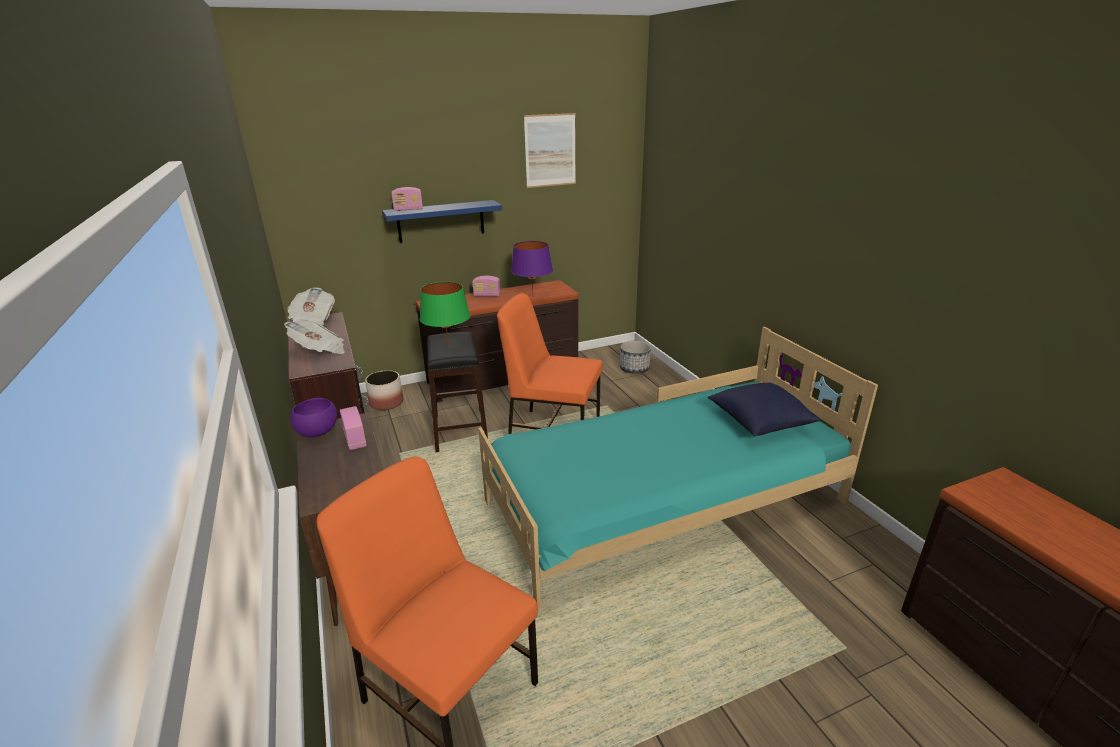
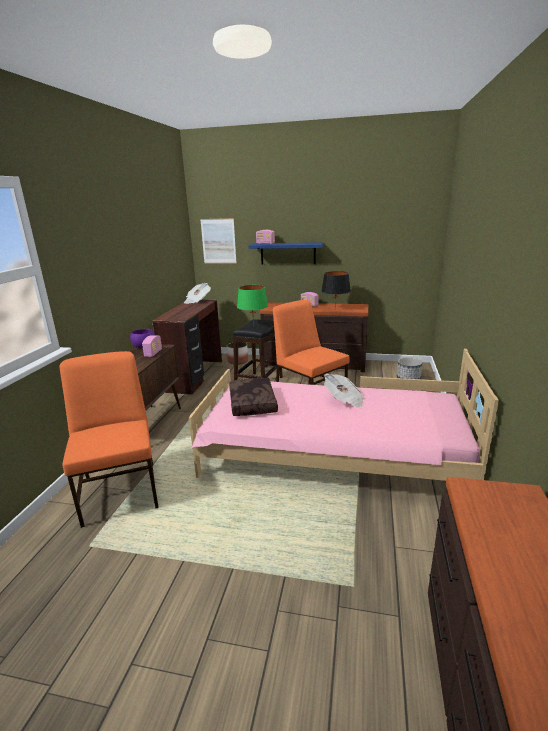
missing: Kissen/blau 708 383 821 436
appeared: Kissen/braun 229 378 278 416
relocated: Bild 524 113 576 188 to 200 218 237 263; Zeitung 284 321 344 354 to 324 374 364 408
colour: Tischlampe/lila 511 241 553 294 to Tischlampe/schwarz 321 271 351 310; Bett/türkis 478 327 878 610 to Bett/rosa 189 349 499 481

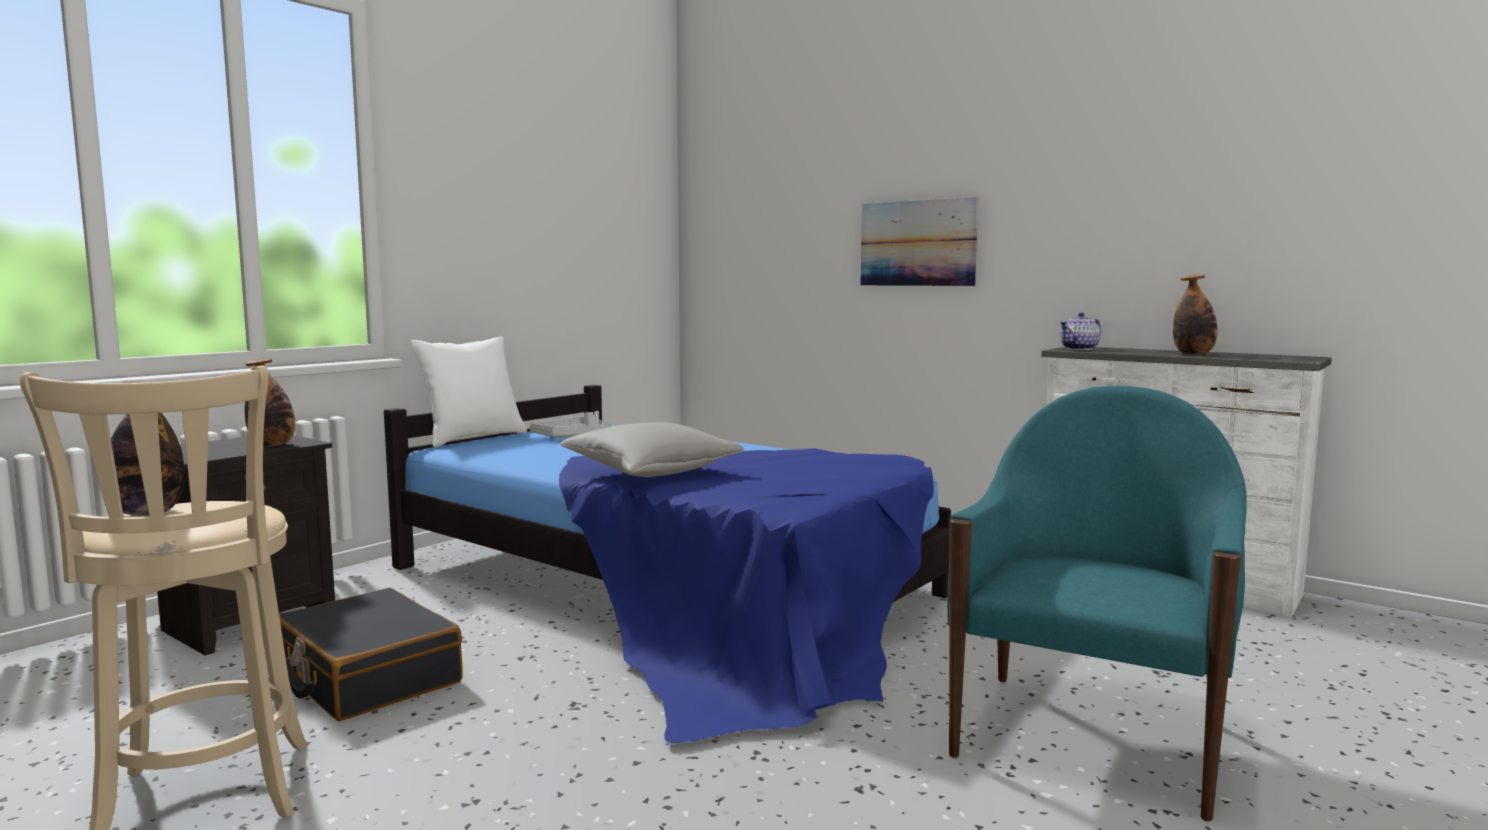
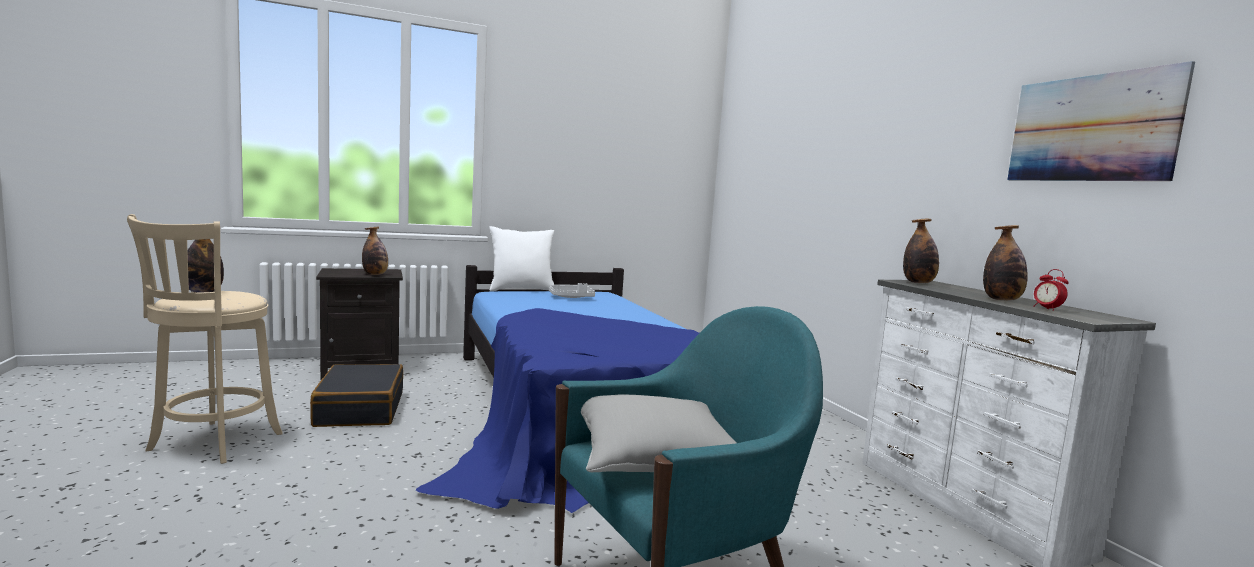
appeared: Wecker 1033 269 1069 311
relocated: Bild 861 197 978 286 to 1007 61 1195 181; Kissen/grau 559 422 744 477 to 581 394 737 472
exchanged: Teekanne 1060 312 1101 350 to Flasche 903 219 939 283

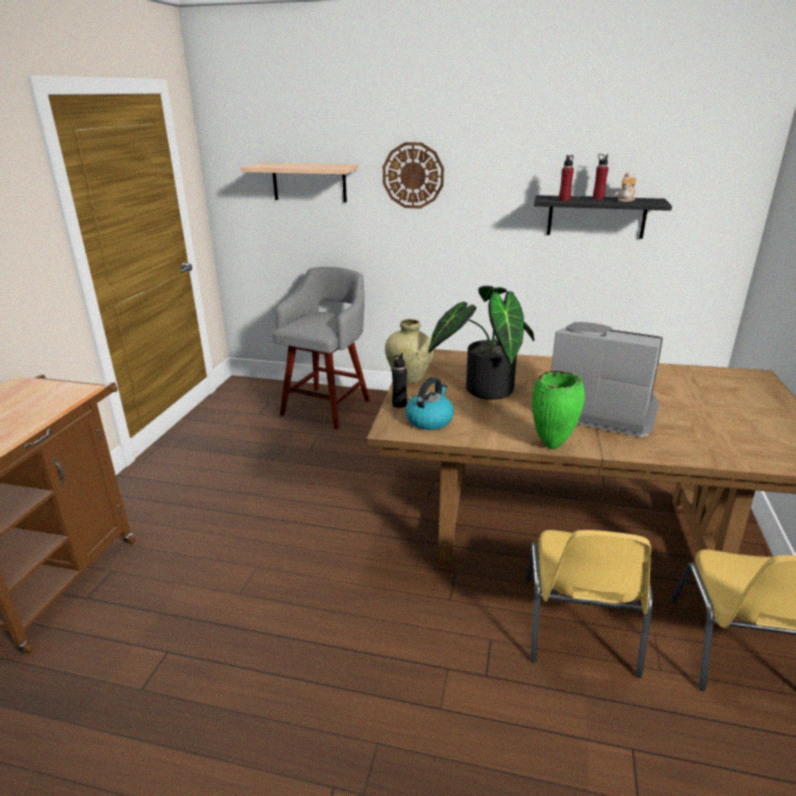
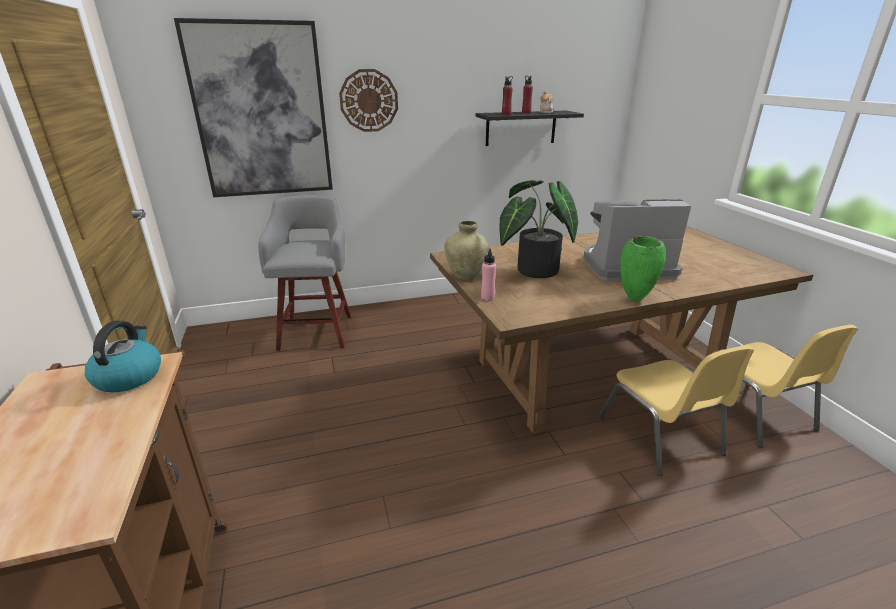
relocated: Wasserkessel 405 377 454 430 to 85 321 161 392
exchanged: Wandregal 241 163 358 202 to Bild 174 18 333 197
colour: Flasche/schwarz 392 353 407 408 to Flasche/rosa 481 249 496 301

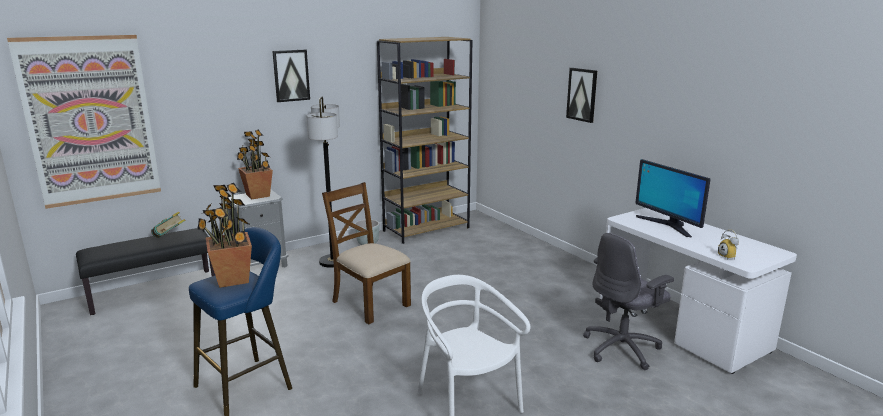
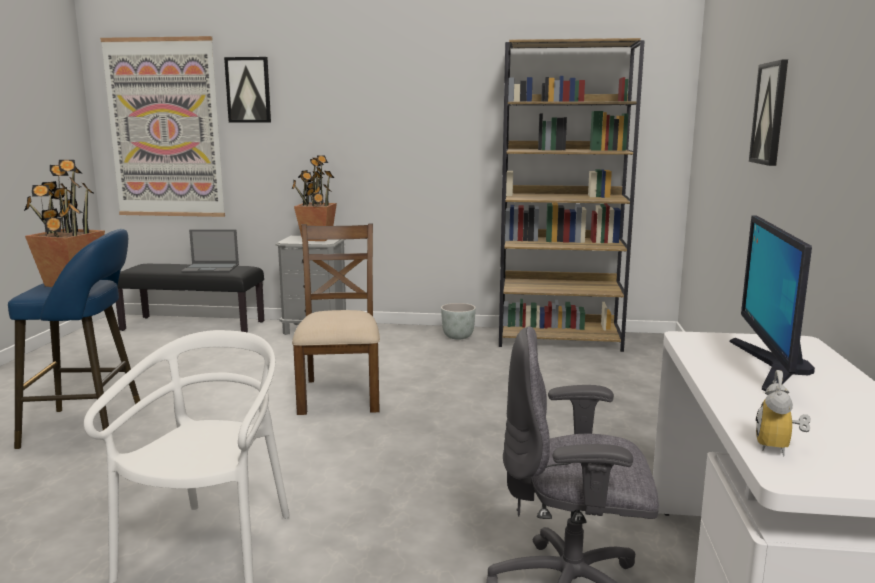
missing: Stehlampe 306 96 340 268
relocated: Bild 272 50 310 102 to 224 57 271 123
exchanged: Buch 151 211 185 238 to Laptop 181 229 239 272

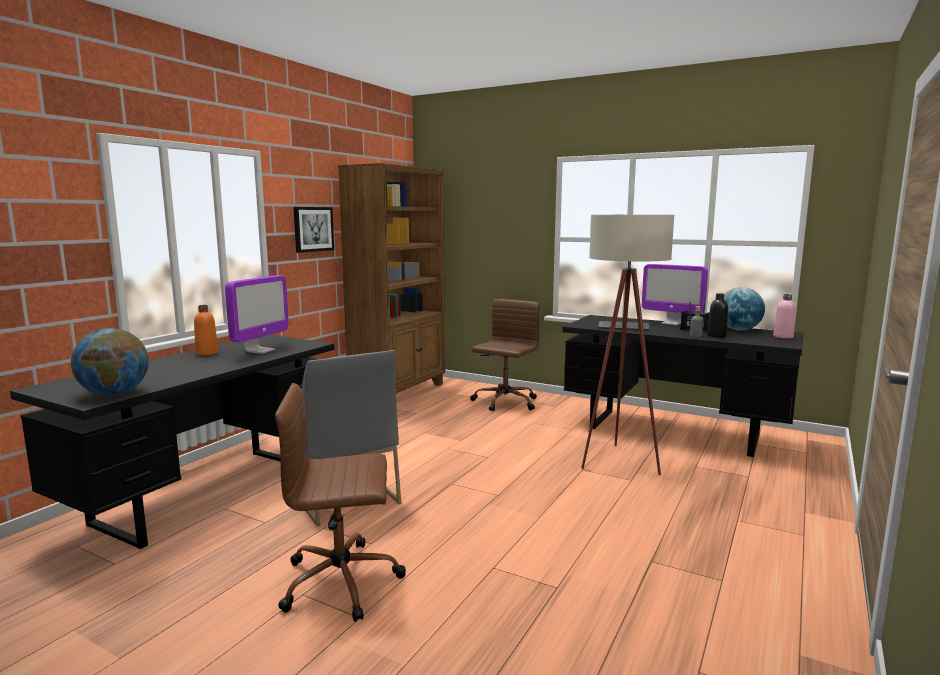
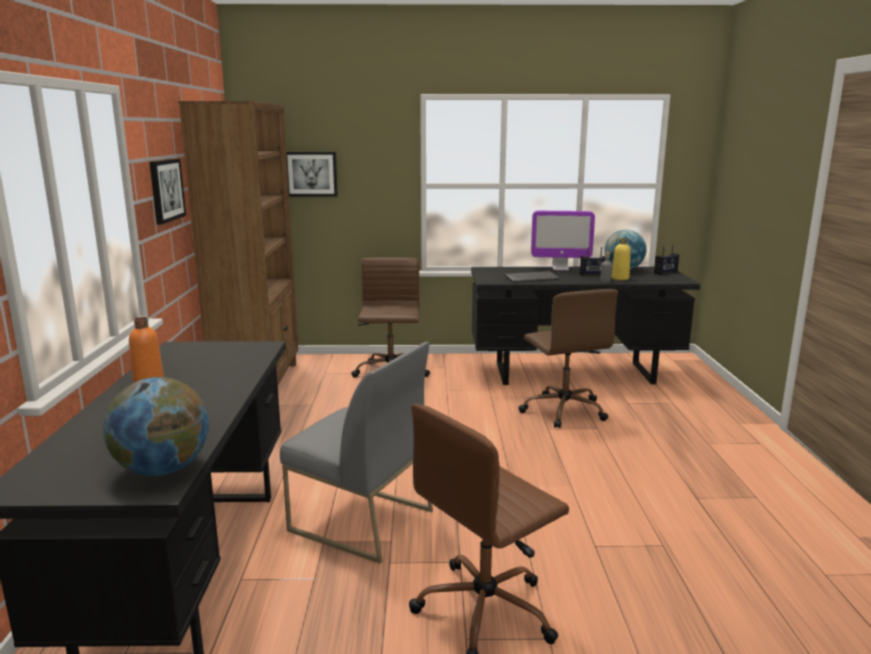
missing: Monitor 225 275 289 354
appeared: Bild 286 152 338 197
exchanged: Stehlampe/beige 581 215 674 475 to Bürostuhl/braun 518 289 618 428; Flasche/rosa 773 294 796 339 to Radio 654 245 679 275
colour: Flasche/schwarz 707 293 728 338 to Flasche/gelb 612 238 631 280

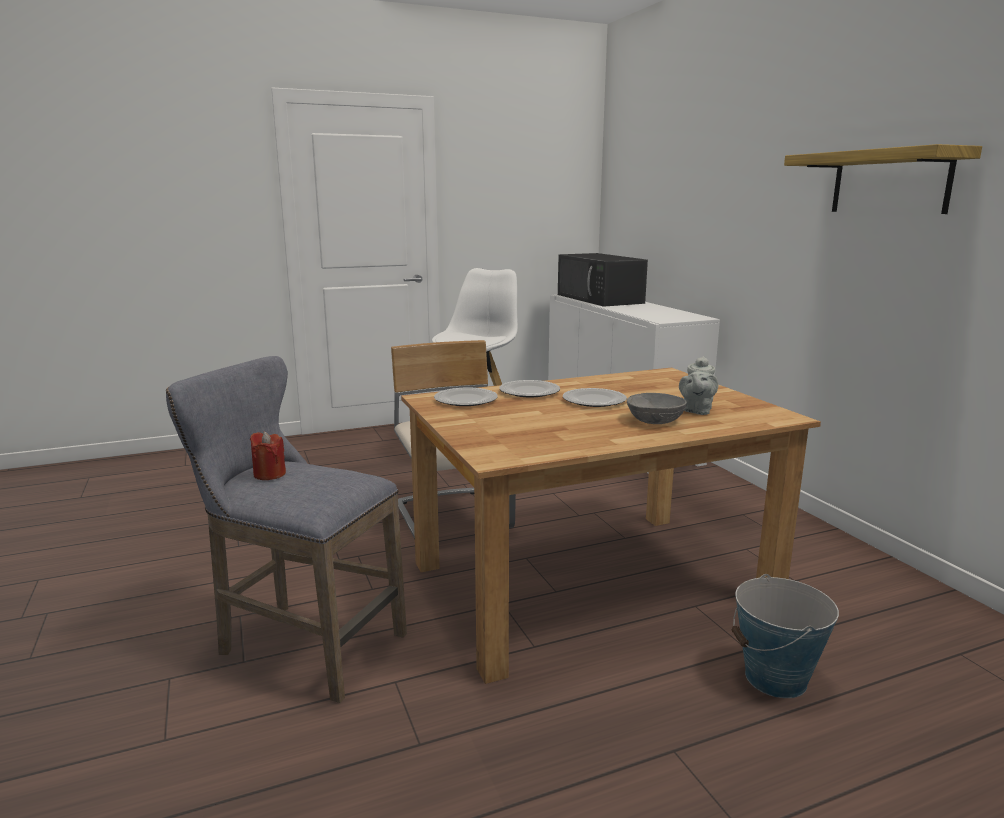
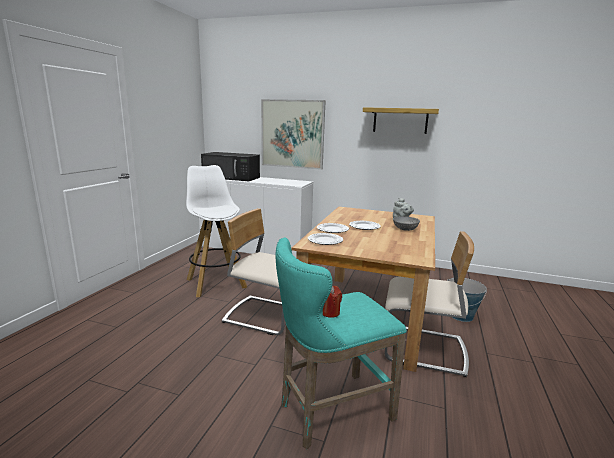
appeared: Bild 261 99 326 170; Stuhl/beige 385 231 474 377
colour: Hocker/grau 166 356 407 703 to Hocker/türkis 276 238 407 449

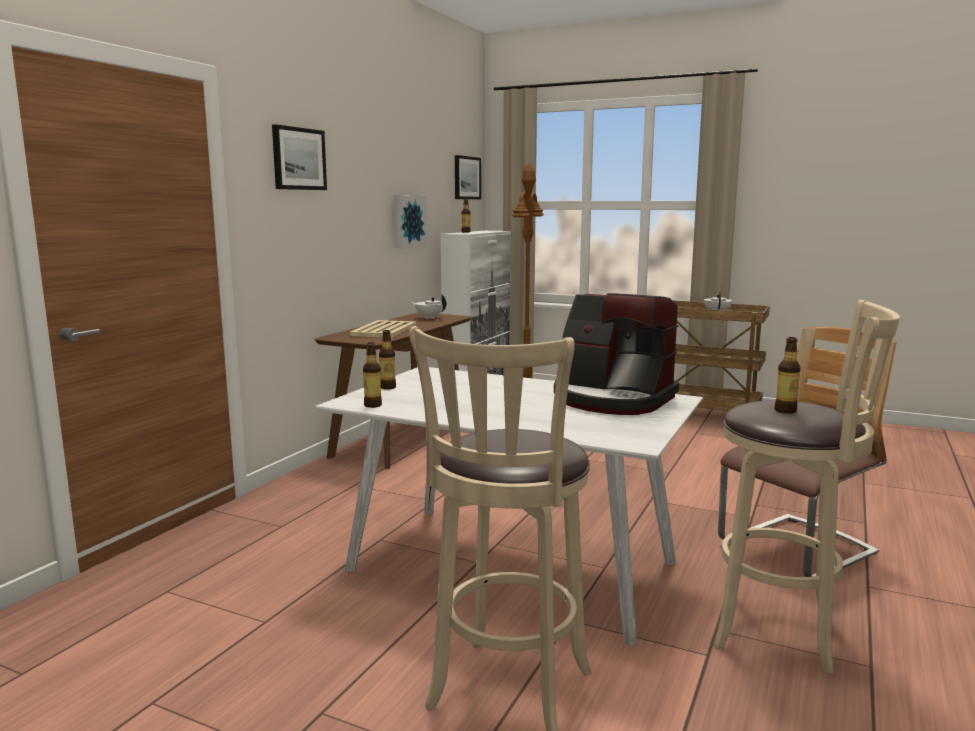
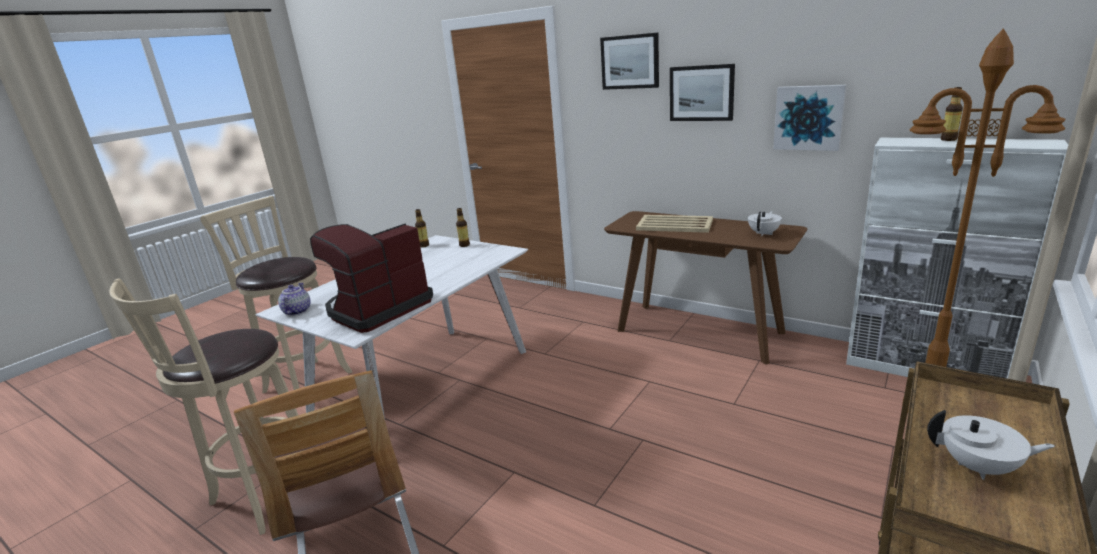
missing: Flasche 775 337 801 414
appeared: Teekanne 278 283 311 316
relocated: Bild 455 155 481 199 to 670 64 735 121

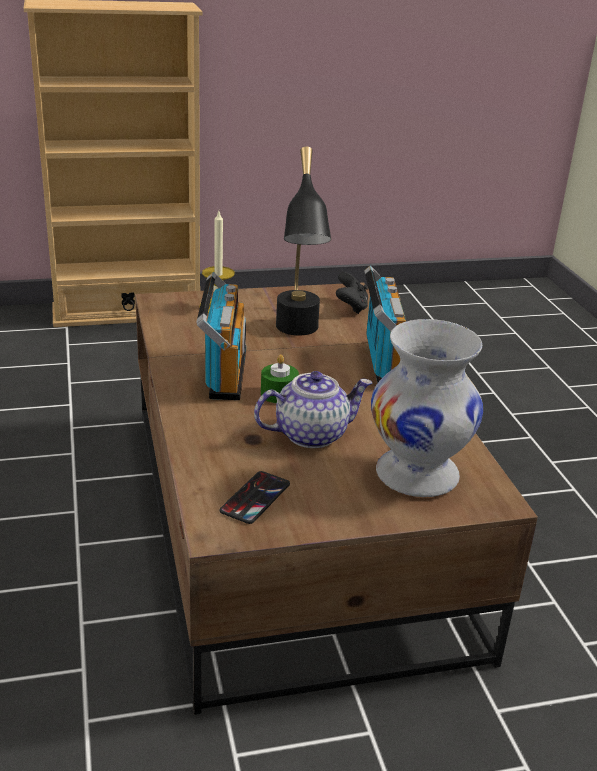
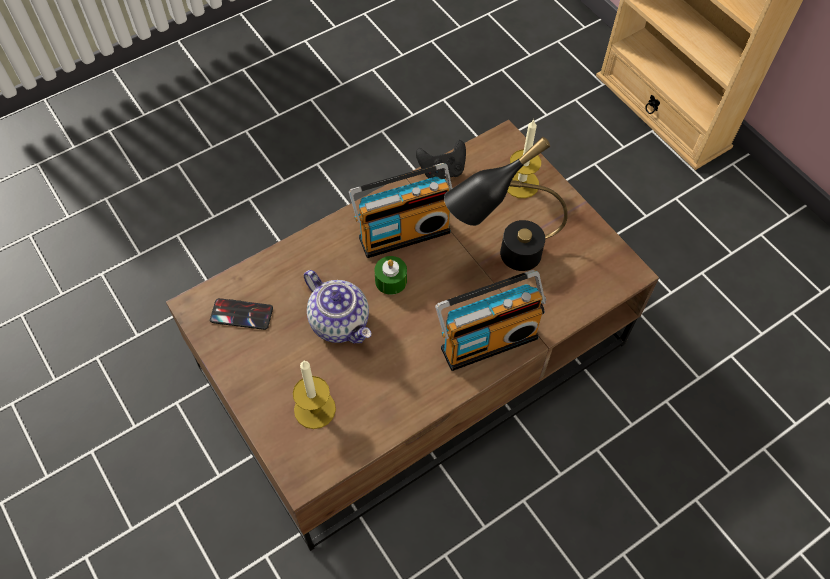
relocated: Gamepad/schwarz 336 272 368 314 to 416 140 466 179
exchanged: Vase/weiß 371 319 483 497 to Kerze 293 361 336 429

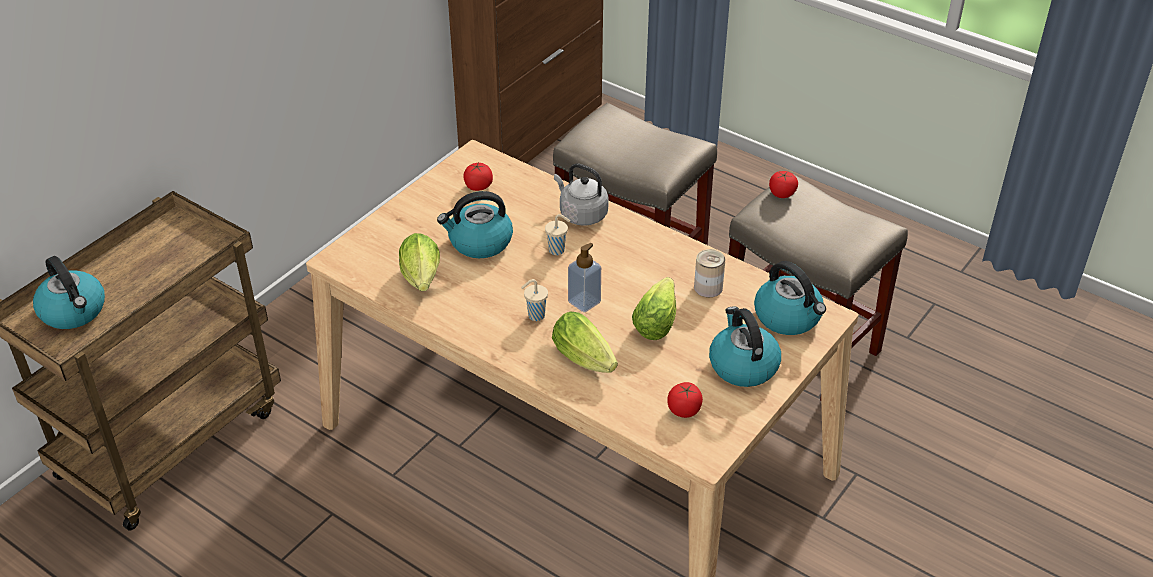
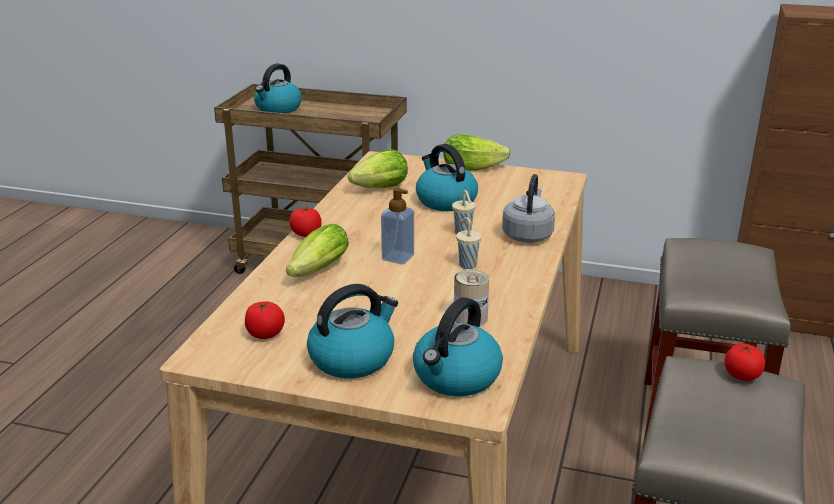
relocated: Tomate 463 163 493 191 to 289 207 322 237; Salatkopf 632 277 676 340 to 444 134 510 171; Tasse/beige 521 279 548 321 to 456 217 482 269

